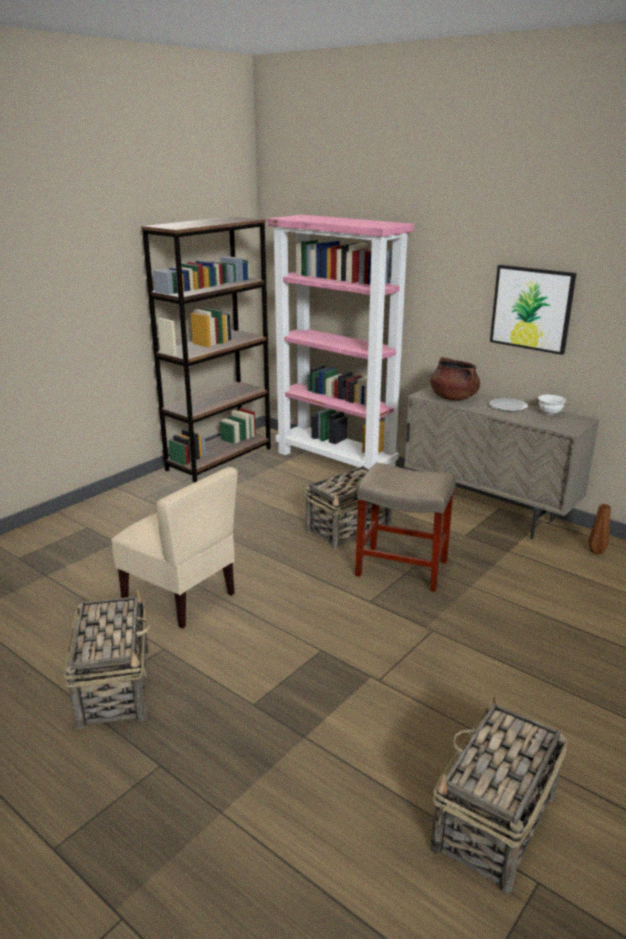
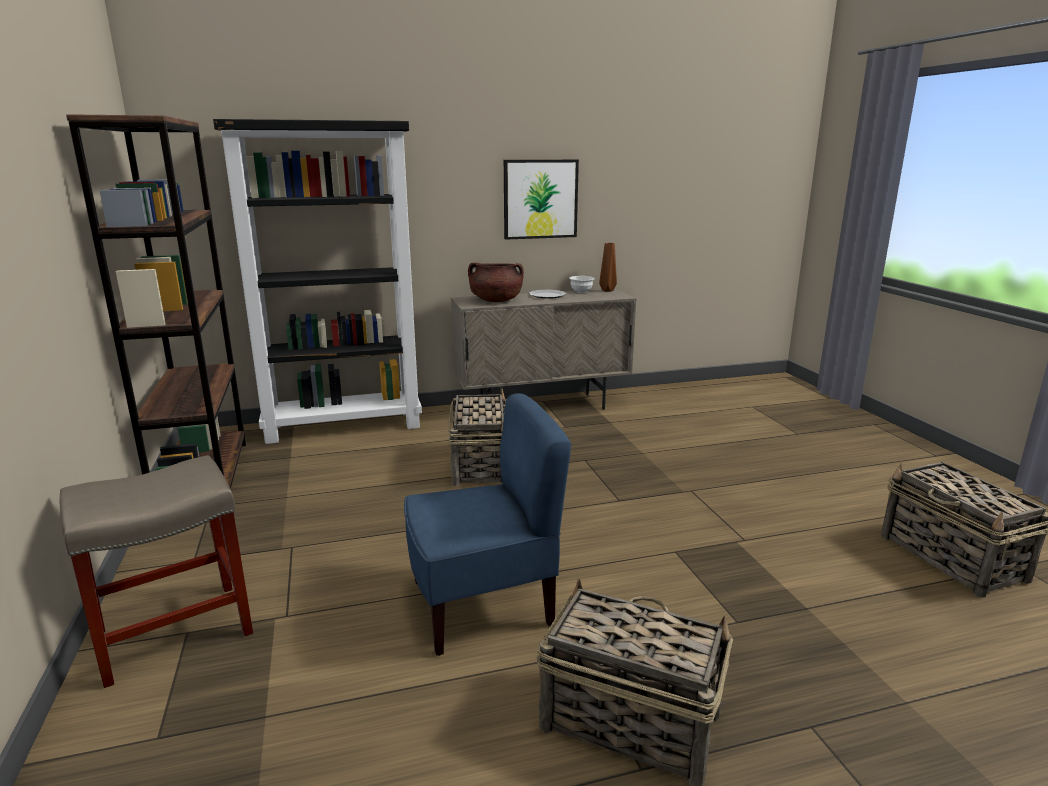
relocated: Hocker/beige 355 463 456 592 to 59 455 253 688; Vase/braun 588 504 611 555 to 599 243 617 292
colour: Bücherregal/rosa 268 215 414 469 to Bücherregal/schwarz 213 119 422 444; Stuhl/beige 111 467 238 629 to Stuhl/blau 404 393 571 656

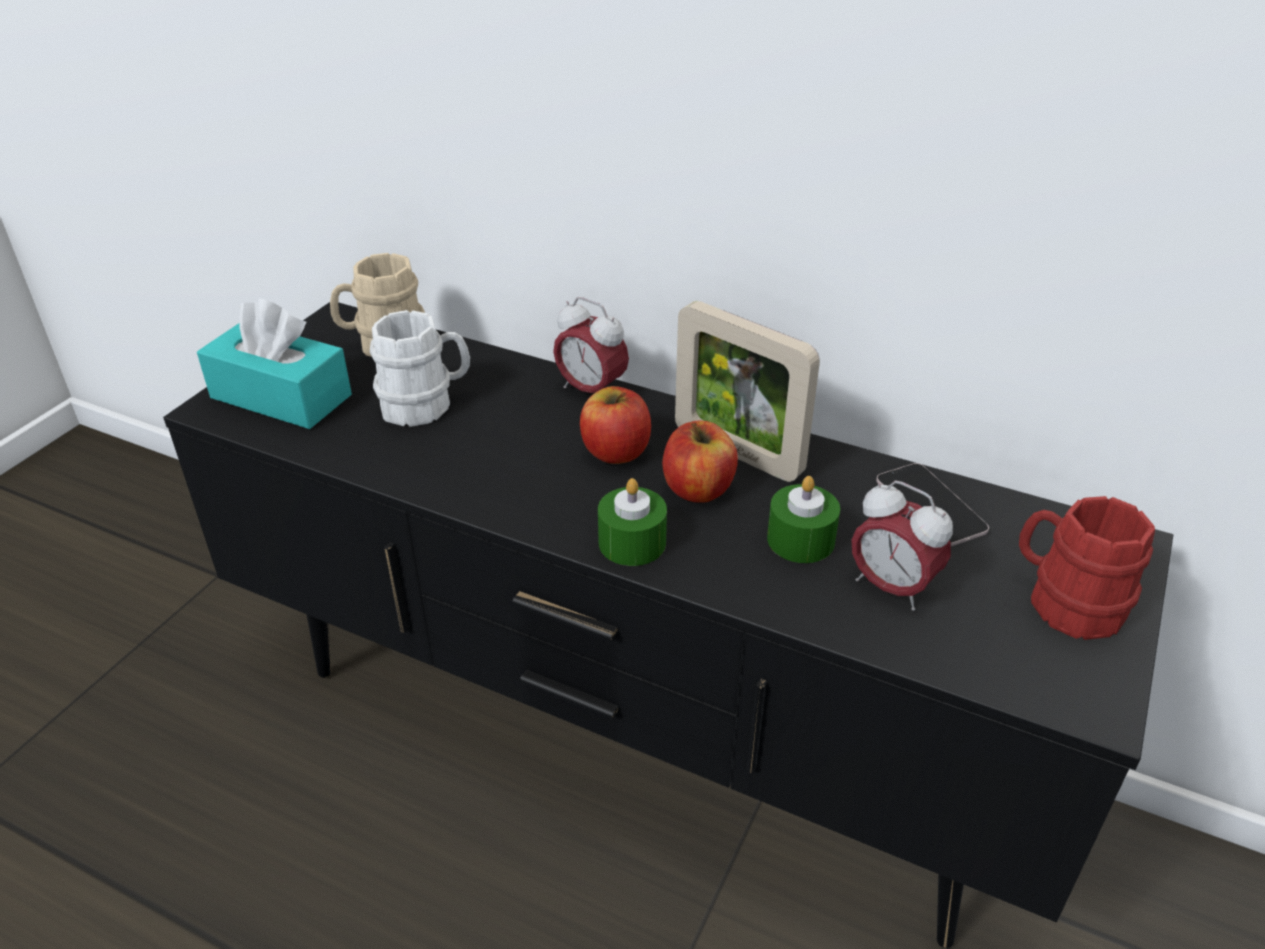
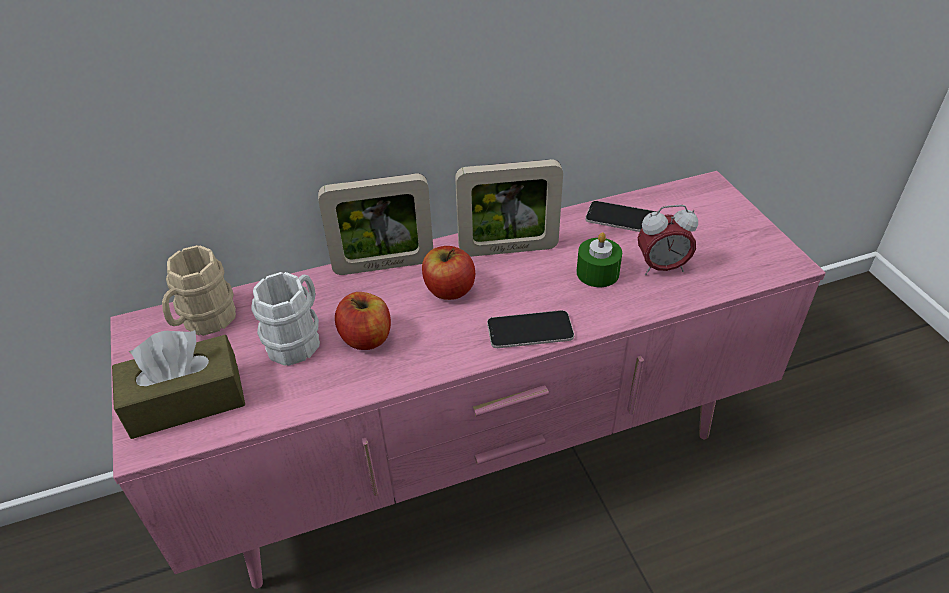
missing: Henkelbecher/rot 1019 496 1155 640
relocated: Apfel 662 421 738 503 to 335 292 391 350
exchanged: Wecker 553 297 629 393 to Bilderrahmen 318 174 433 275; Kerze/grün 598 478 667 566 to Handy 487 310 574 348
colour: Taschentuchbox/türkis 197 298 352 429 to Taschentuchbox/braun 112 330 245 439; Fernsehschrank/schwarz 163 302 1174 948 to Fernsehschrank/rosa 110 171 826 589

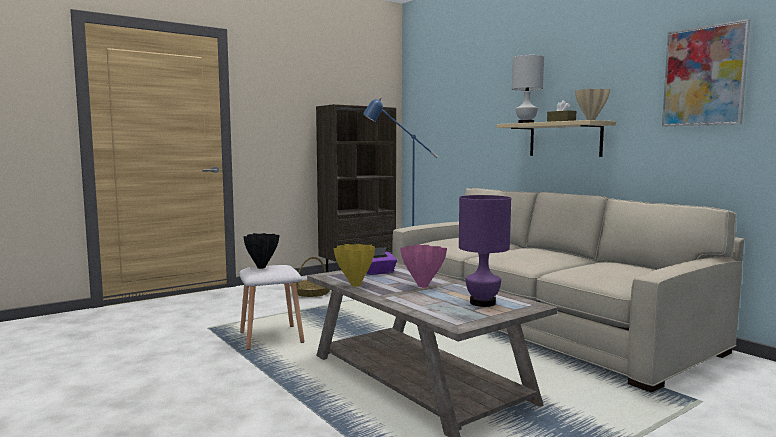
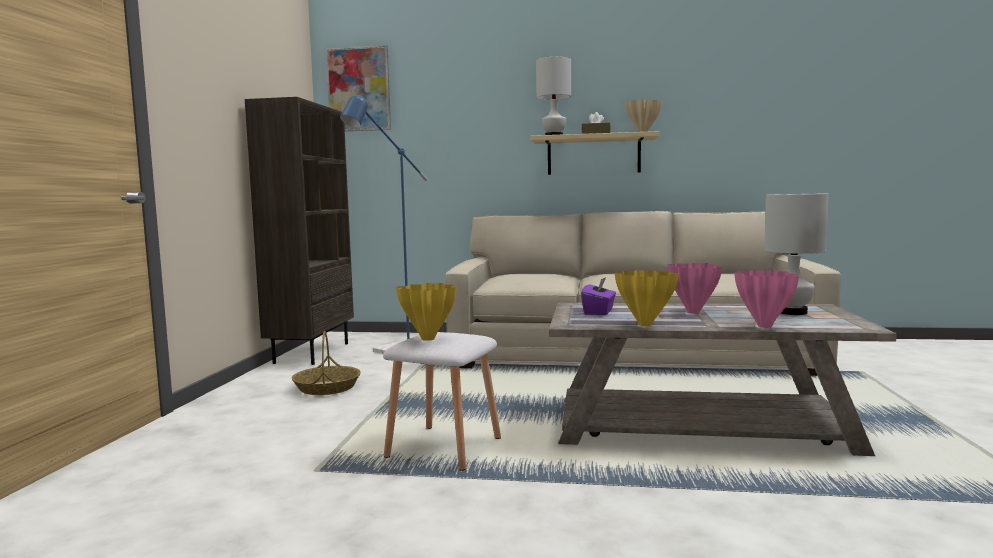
appeared: Vase/rosa 734 270 799 328
relocated: Bild 662 19 750 127 to 326 45 391 131
colour: Tischlampe/lila 459 195 511 307 to Tischlampe/weiß 764 194 829 315; Vase/schwarz 244 233 279 269 to Vase/gelb 396 283 456 341

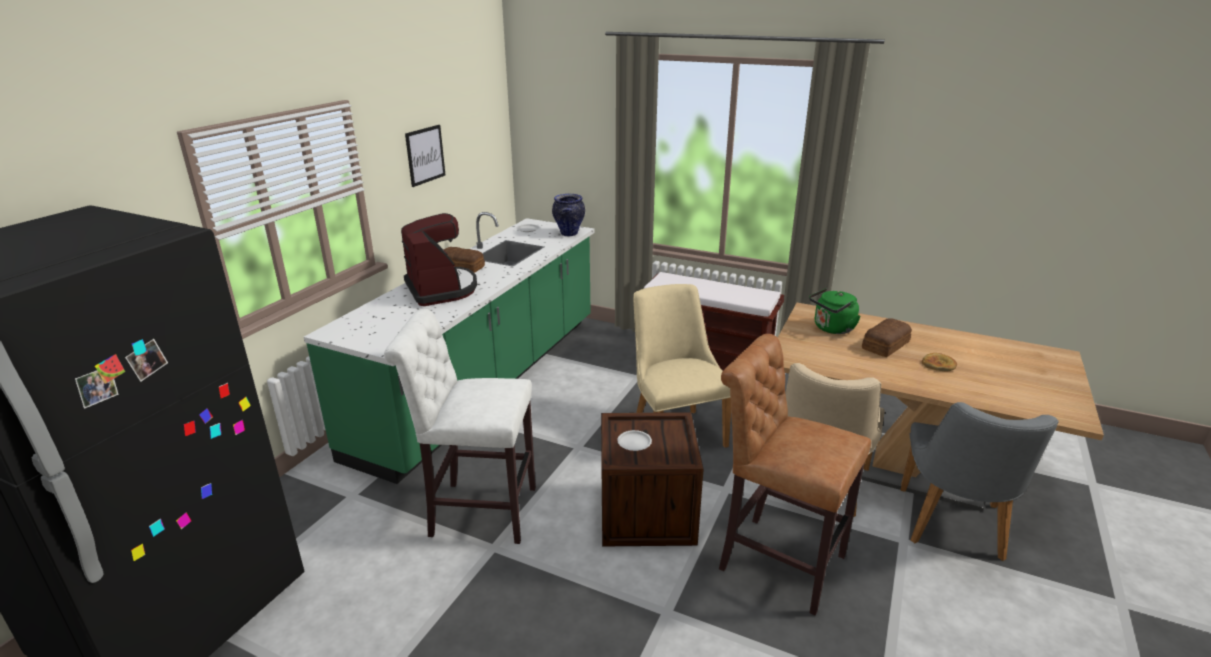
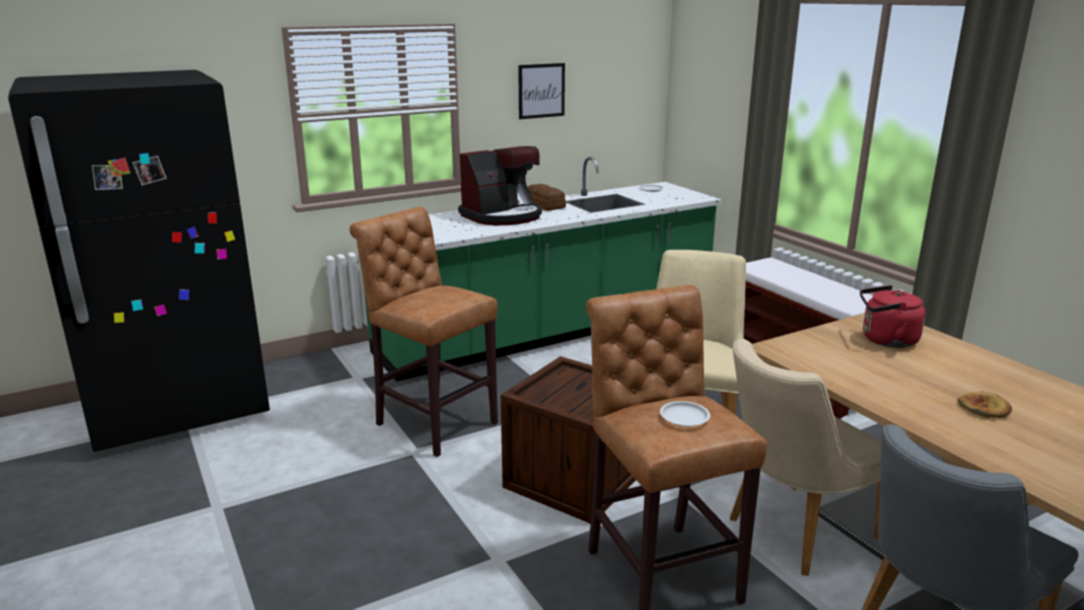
missing: Vase 552 194 585 236; Brot 862 318 912 357
relocated: Teller/weiß 617 430 652 451 to 660 401 710 426
colour: Wasserkessel/grün 809 288 861 334 to Wasserkessel/rot 860 285 926 348; Hocker/weiß 384 309 536 544 to Hocker/braun 350 207 498 457
spun: Kaffeemaschine 401 213 477 306 = 458 146 542 225 45 degrees clockwise

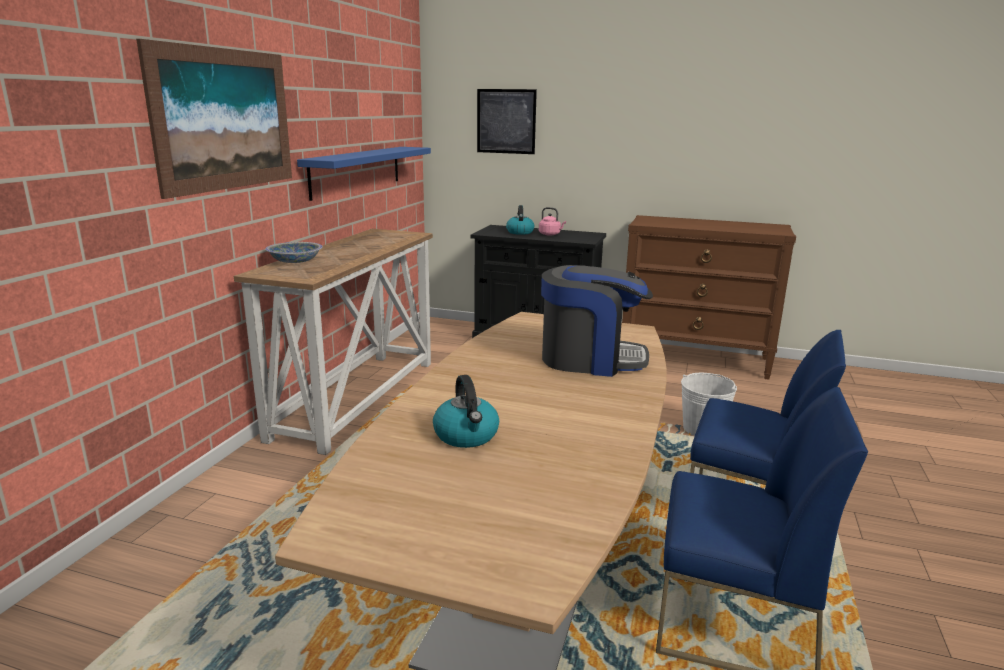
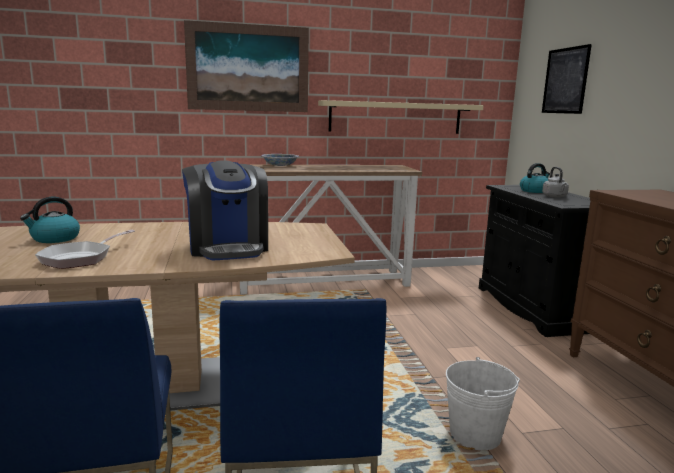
appeared: Pfanne 35 230 135 269
colour: Wandregal/blau 297 147 431 201 to Wandregal/beige 318 100 484 134; Wasserkessel/rosa 539 207 566 236 to Wasserkessel/grau 542 167 569 198

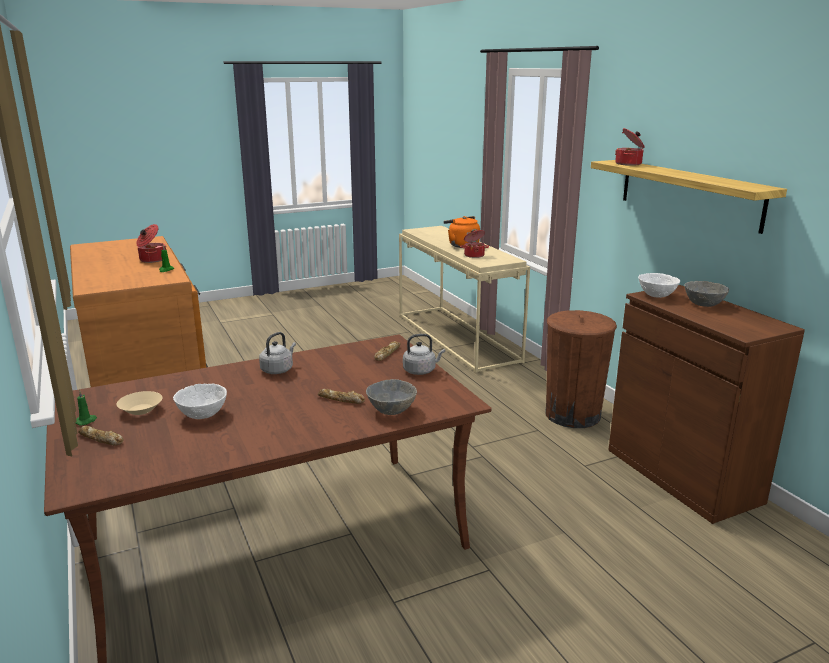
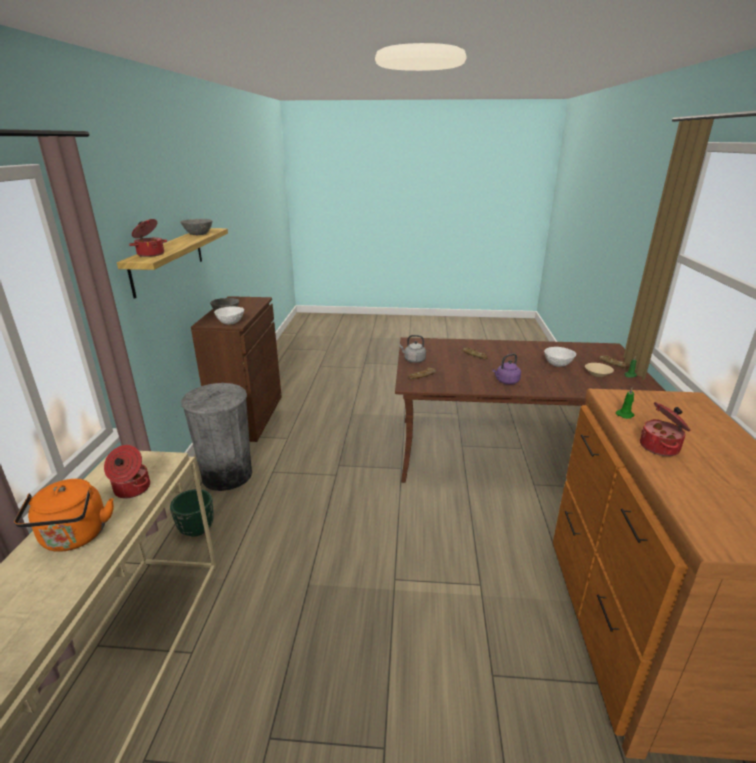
appeared: Pflanzkübel/grün 170 489 214 537
relocated: Schüssel/grau 366 379 417 415 to 181 219 212 235
colour: Mülleimer/braun 546 310 617 428 to Mülleimer/grau 181 383 252 491; Wasserkessel/grau 259 332 296 374 to Wasserkessel/lila 493 353 521 384

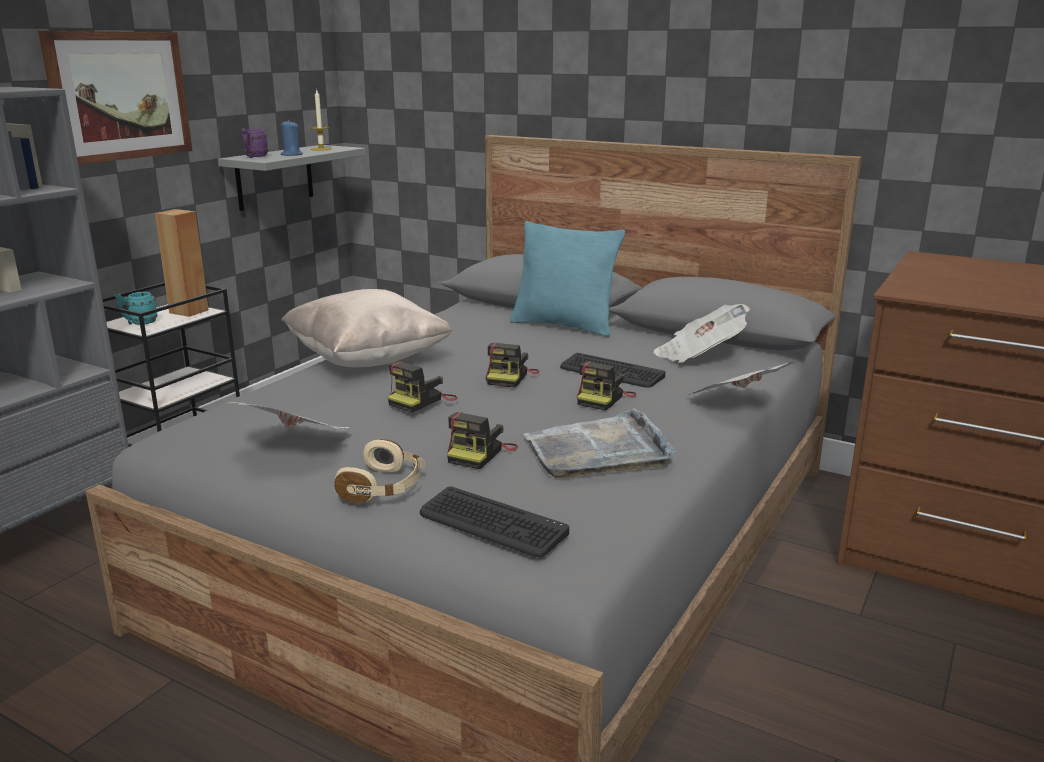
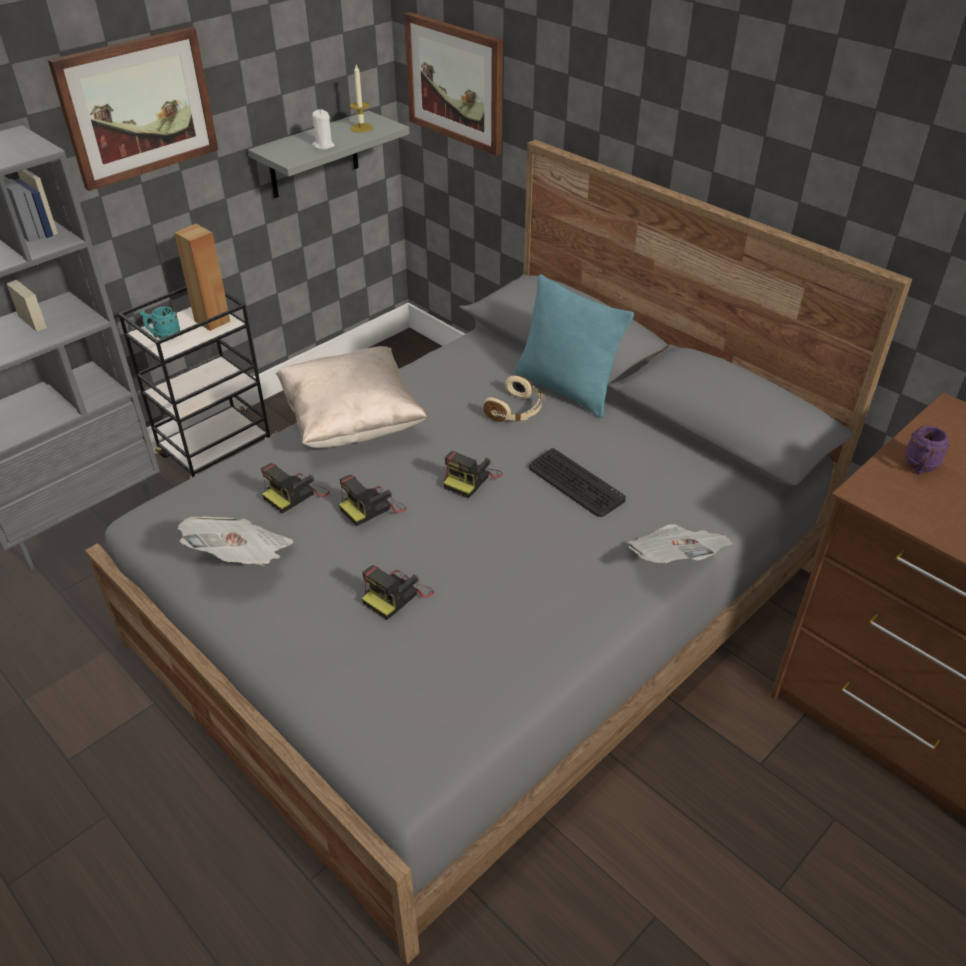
missing: Zeitung 654 304 750 363; Tablett/grau 523 408 676 478; Tastatur 420 486 569 557
appeared: Bild 404 12 503 156
relocated: Henkelbecher/lila 242 128 268 158 to 905 425 950 474; Kamera 577 361 637 410 to 261 463 330 513; Kopfhörer/beige 334 439 425 503 to 483 375 545 422
colour: Kerze/blau 281 120 303 156 to Kerze/weiß 312 109 335 150

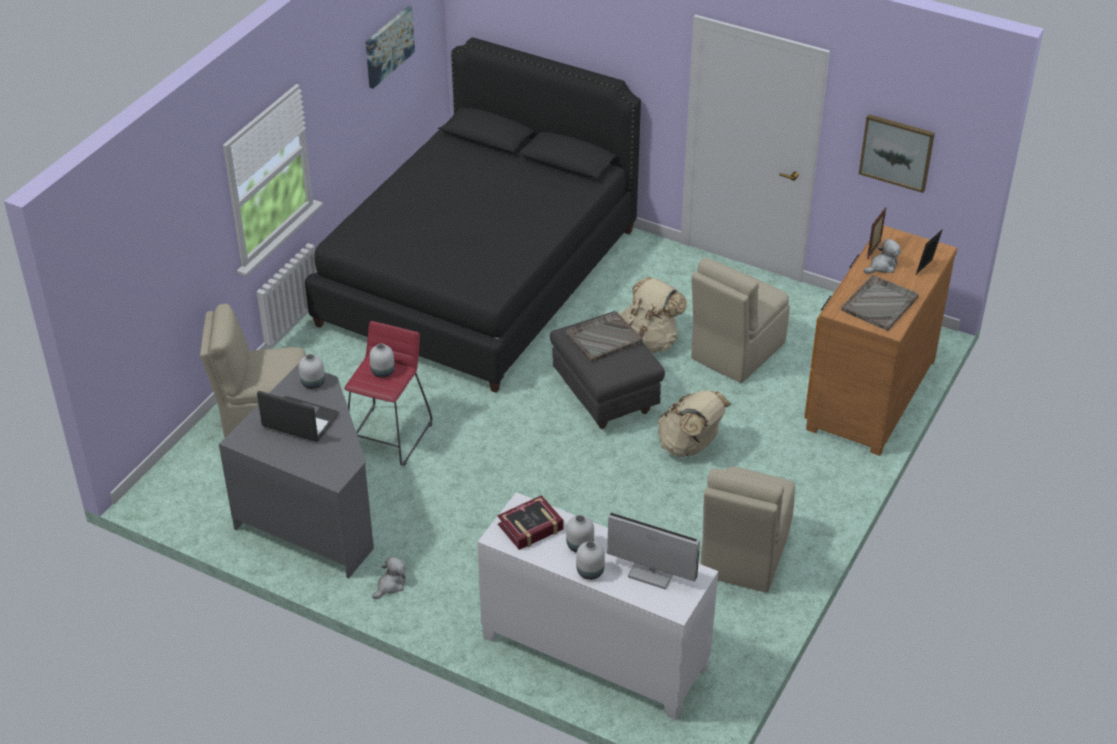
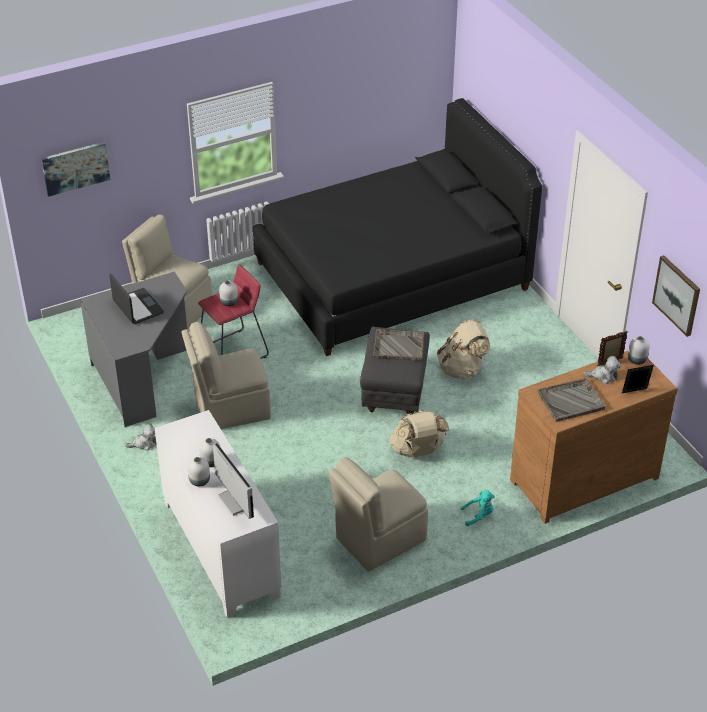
missing: Buch 498 495 563 550
appeared: Plüschtier/türkis 461 490 495 526
relocated: Bild 366 6 415 89 to 41 142 110 197; Stuhl/beige 691 258 790 383 to 181 322 271 429; Vase/weiß 299 354 325 389 to 628 336 650 365

